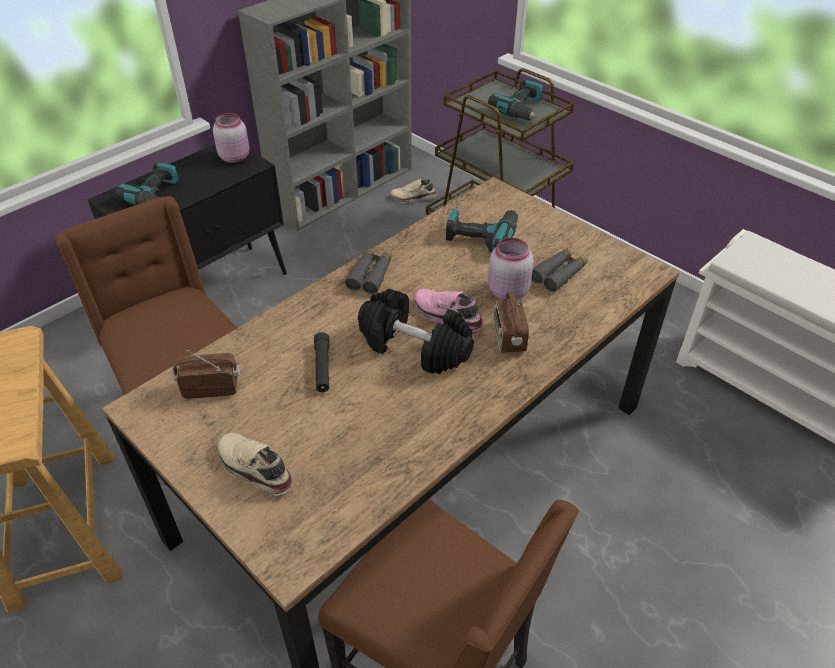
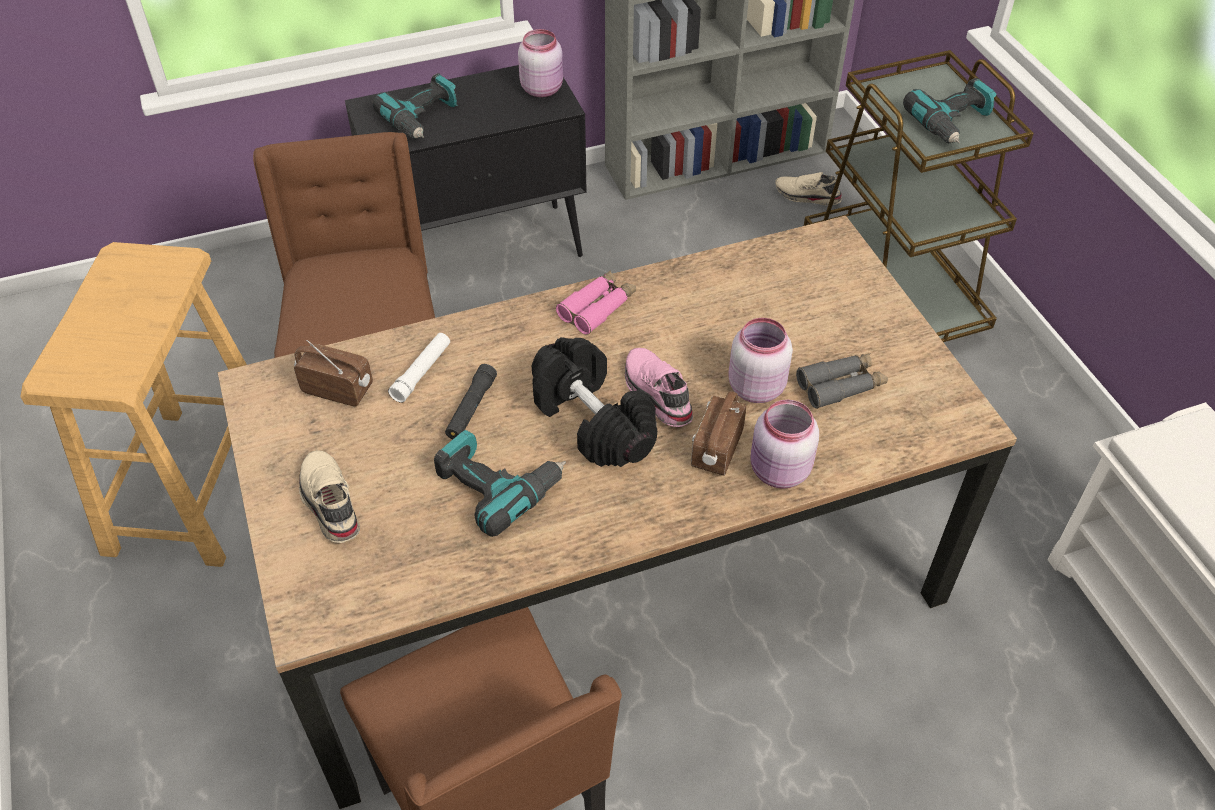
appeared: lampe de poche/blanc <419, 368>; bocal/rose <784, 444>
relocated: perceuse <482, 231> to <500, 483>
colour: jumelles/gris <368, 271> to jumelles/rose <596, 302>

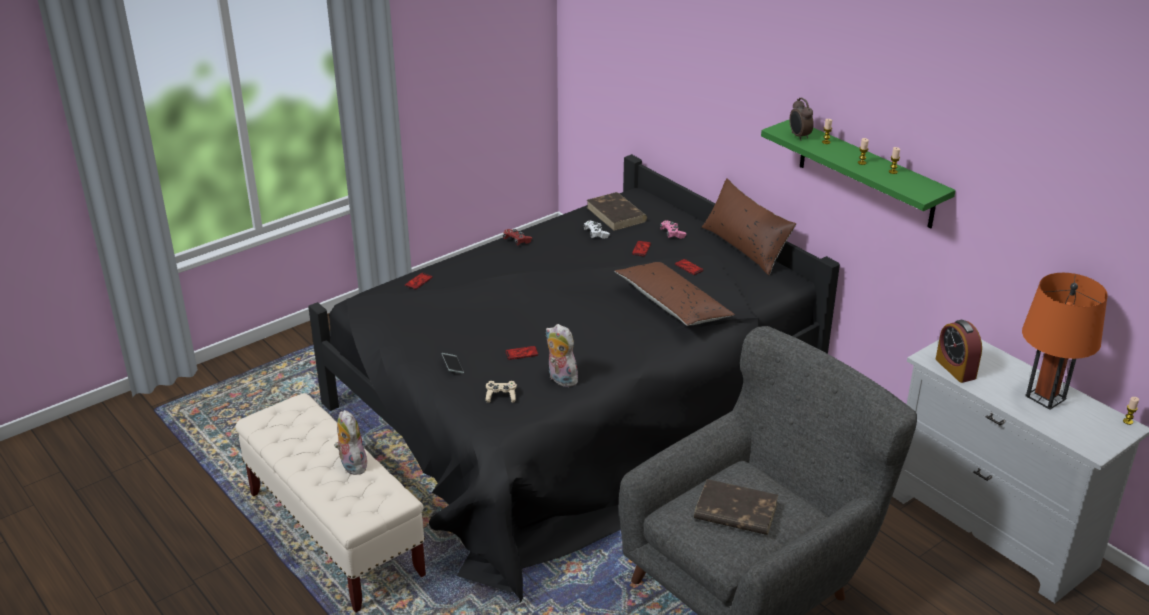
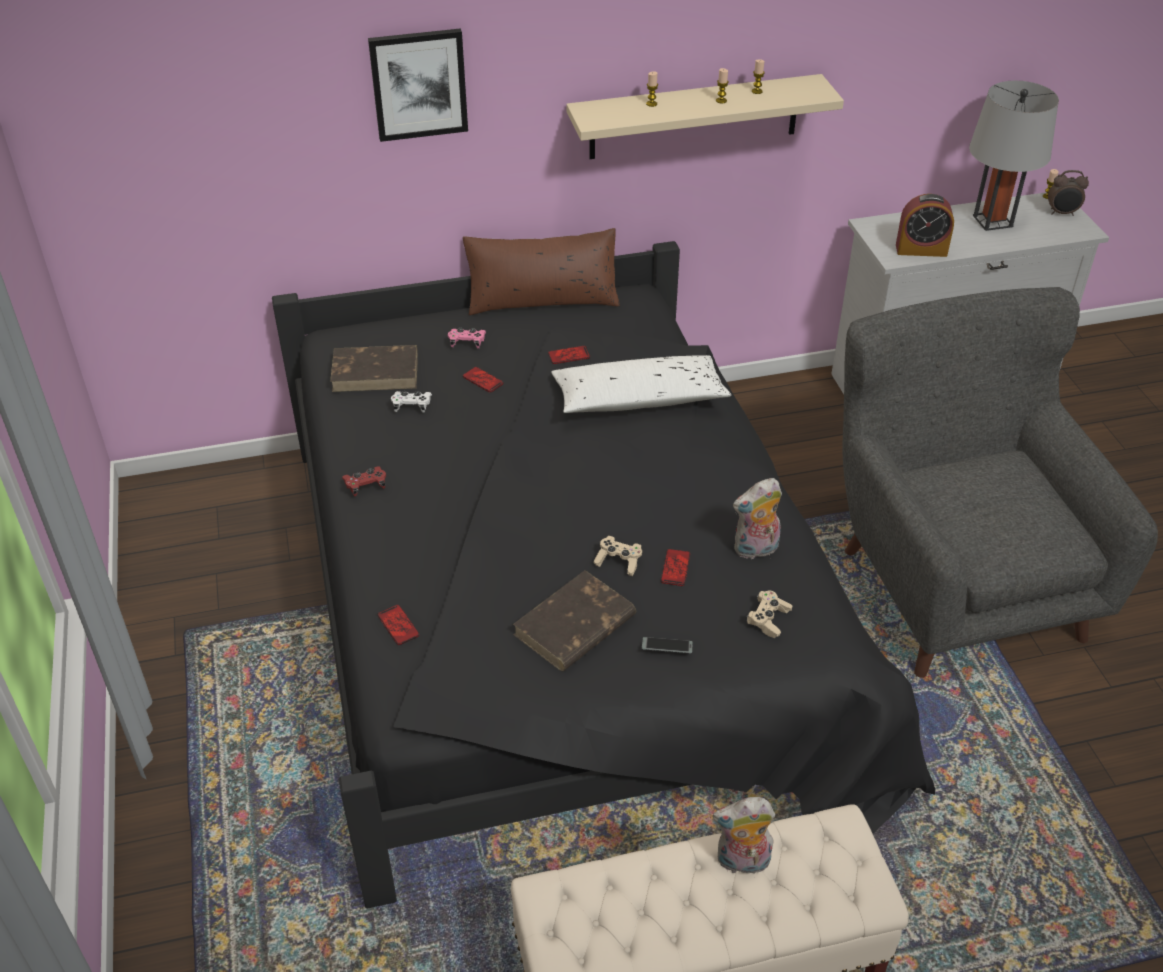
appeared: tableau <418, 85>; manette/beige <617, 556>
relocated: livre/marron <736, 507> to <574, 620>; réveil <801, 119> to <1068, 193>
colour: coussin/marron <674, 294> to coussin/blanc <641, 384>; étagère/vert <858, 174> to étagère/beige <705, 116>; lampe de table/orange <1064, 341> to lampe de table/gris <1014, 156>

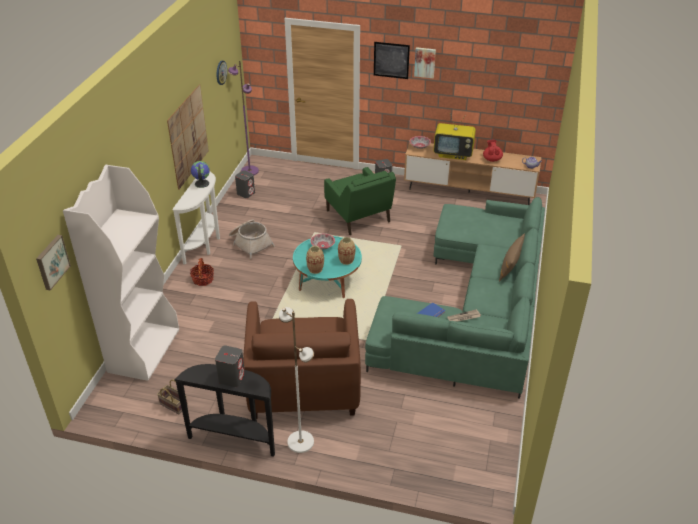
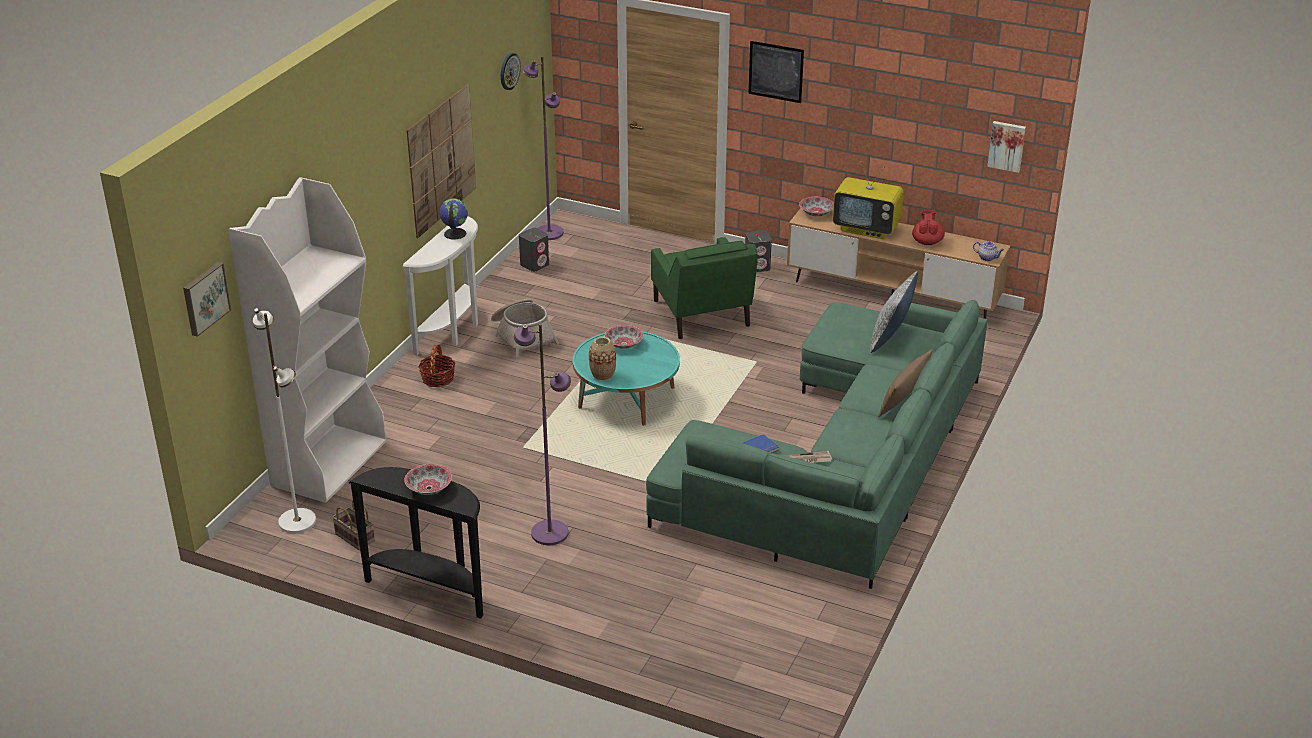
missing: vase <346, 251>
appeared: coussin <894, 312>
relocated: lampadaire/blanc <296, 380> to <284, 420>; tableau <425, 62> to <1006, 147>
exchanged: enceinte/gris <230, 366> to bol <428, 479>; fauteuil/marron <302, 359> to lampadaire/violet <542, 434>

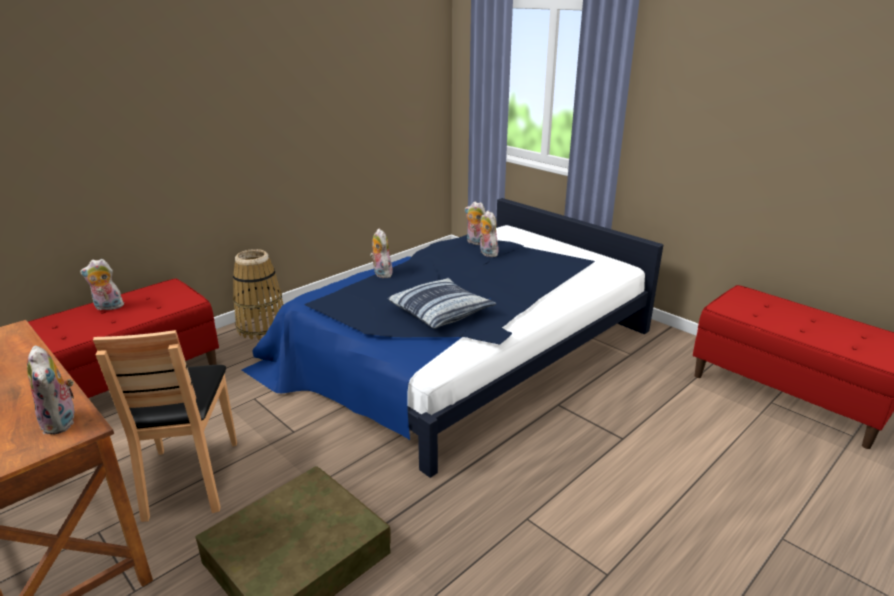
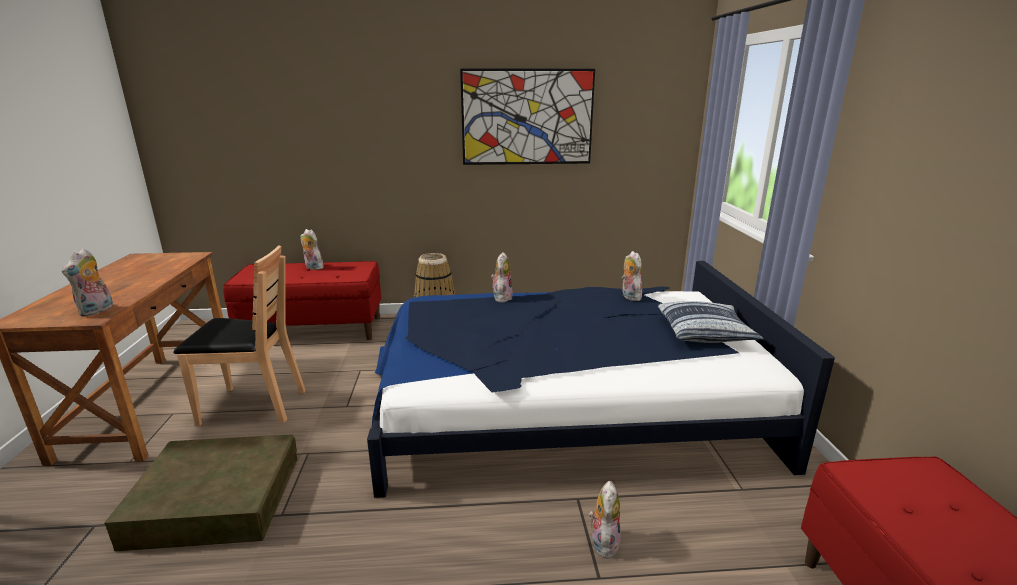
appeared: tableau <527, 116>
relocated: coussin <442, 303> to <711, 322>; peluche <488, 234> to <605, 520>
spun: chaise/marron <165, 426> = <239, 335> 120 degrees counterclockwise

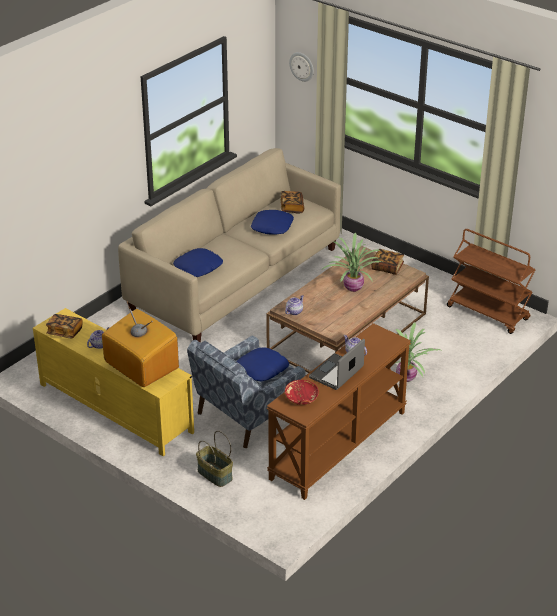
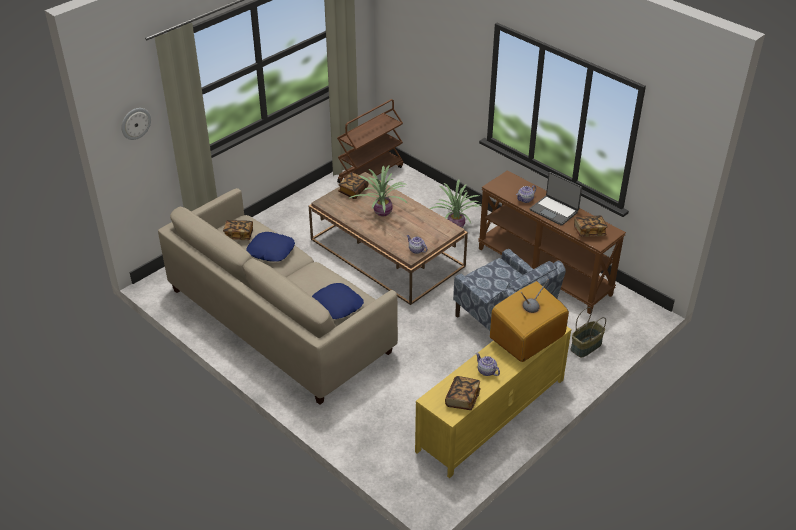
missing: coussin/bleu <262, 364>
exchanged: bol/rouge <302, 392> to livre <591, 226>

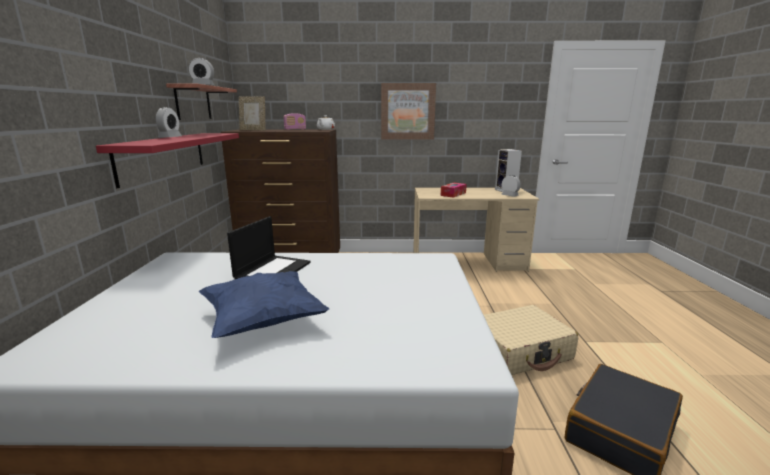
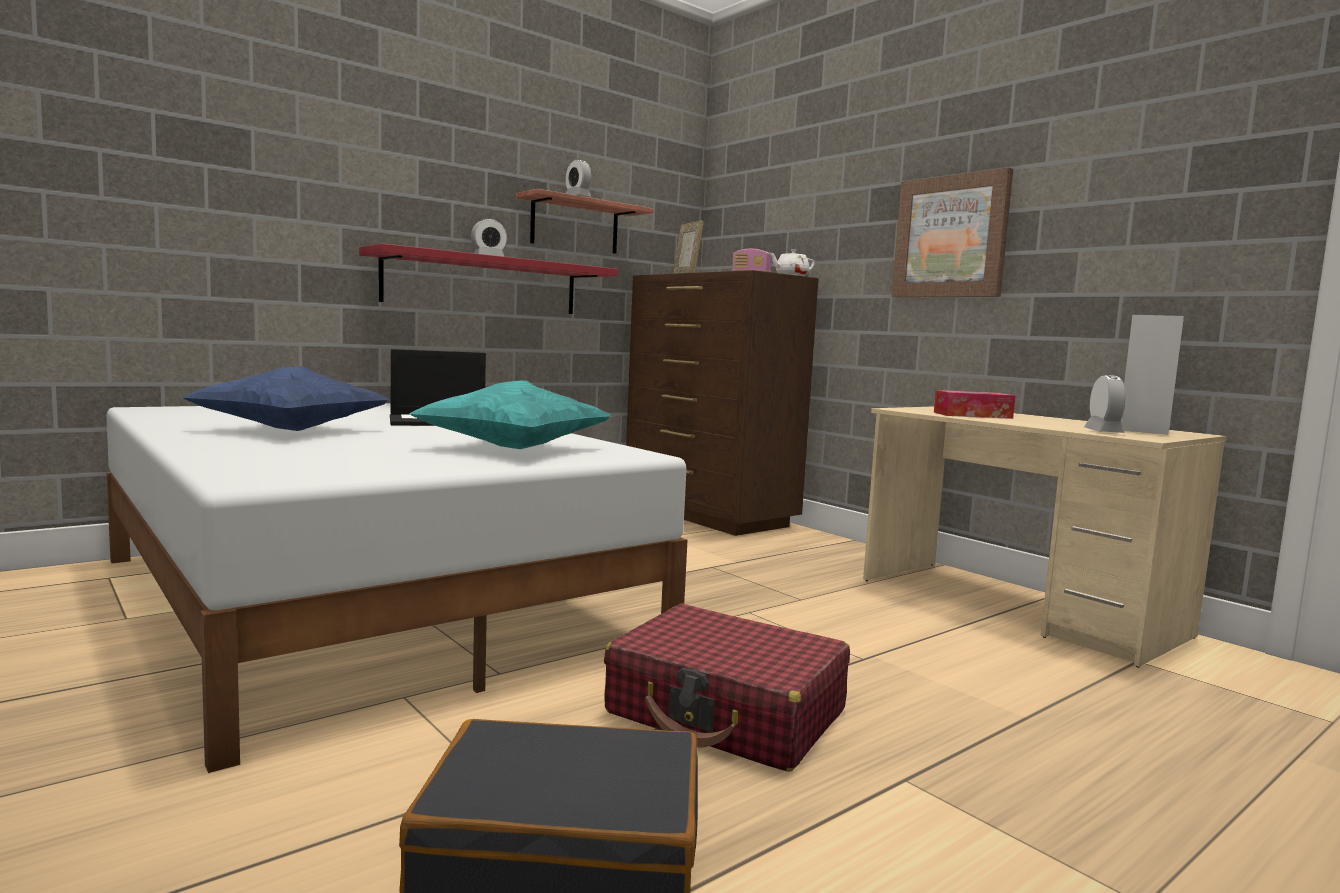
appeared: coussin/turquoise <509, 414>
colour: valise/beige <531, 340> to valise/rouge <727, 688>

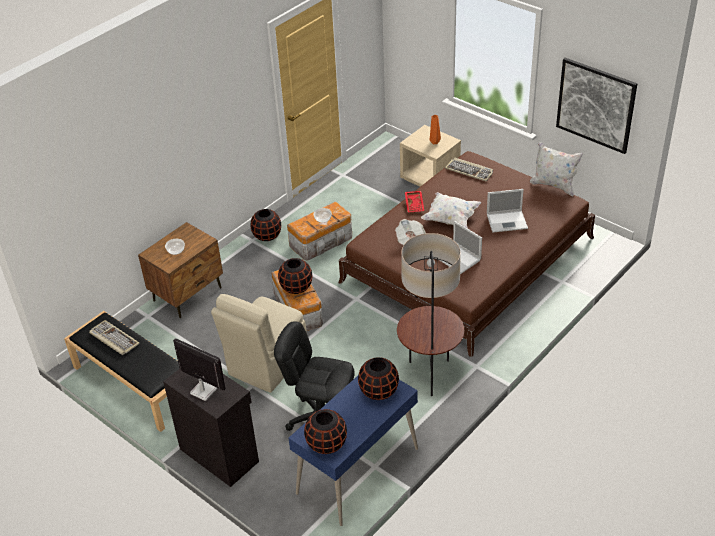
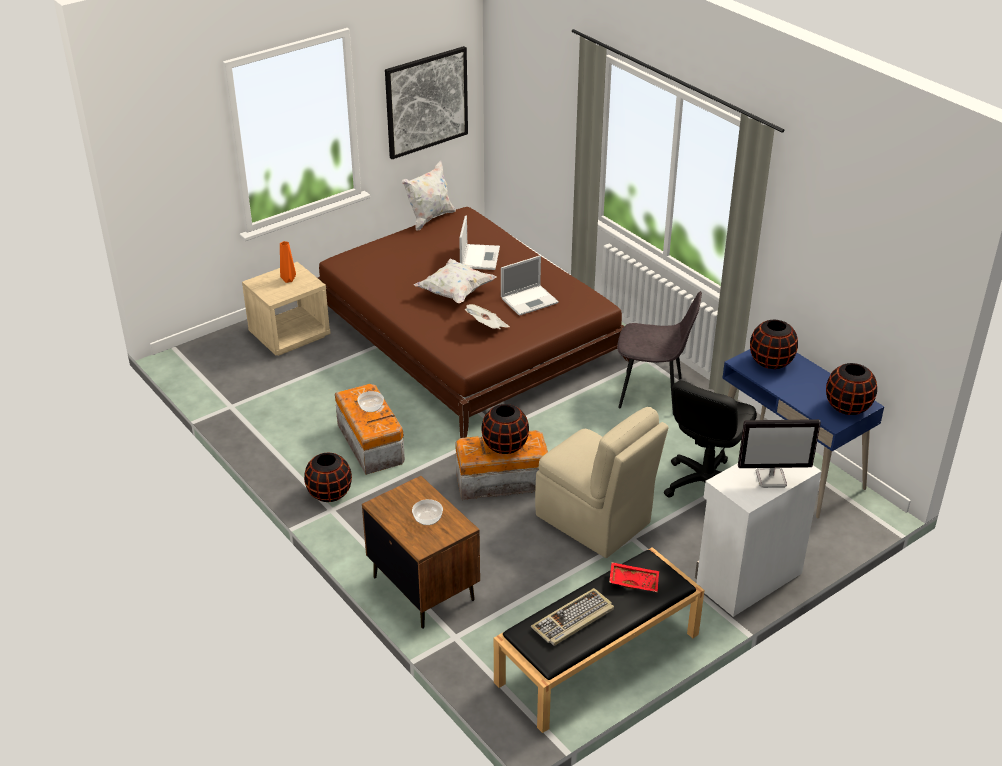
missing: clavier <469, 170>
relocated: plateau/rouge <414, 202> to <634, 577>
exchanged: lampadaire <430, 314> to chaise/gris <659, 353>
colour: meuble de rangement/noir <211, 428> to meuble de rangement/blanc <758, 540>
spun: écran d'ordinateur <199, 369> = <779, 453> 135 degrees counterclockwise

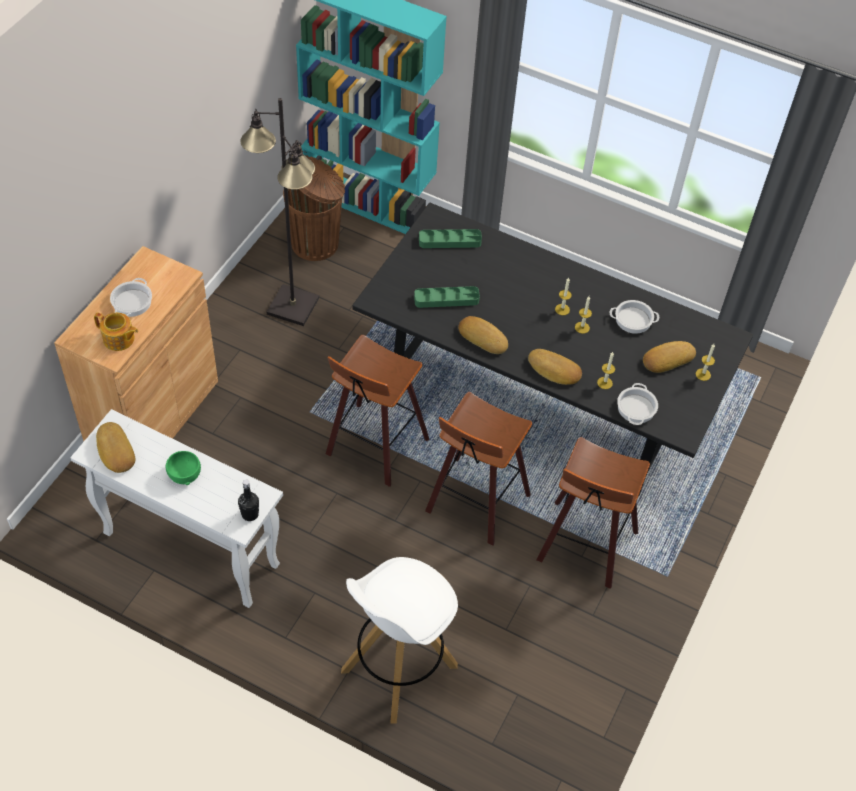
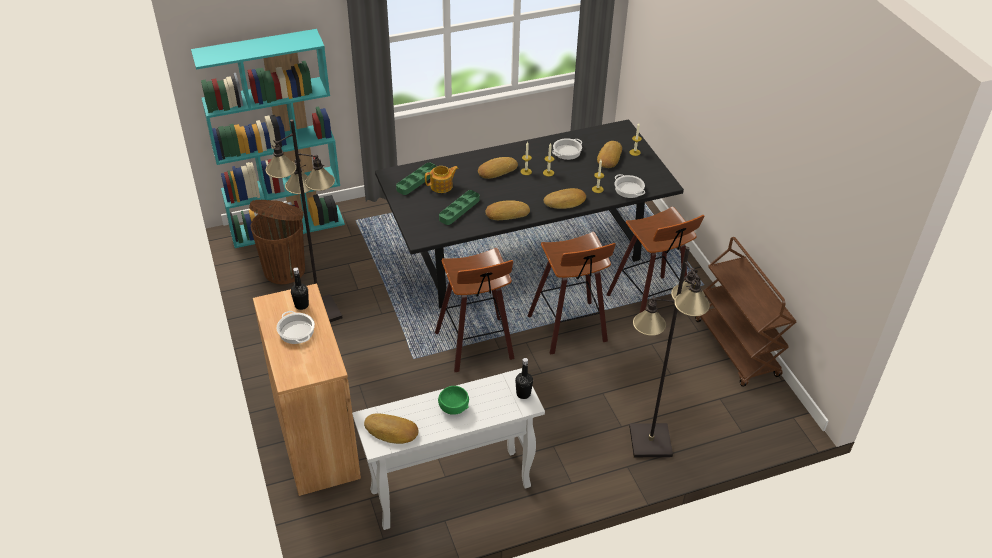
appeared: bouteille/noir <300, 288>; pain <498, 168>; chariot/marron <745, 312>
relocated: théière <116, 331> to <441, 179>
exchanged: tabouret/blanc <399, 640> to lampadaire/noir <669, 352>

